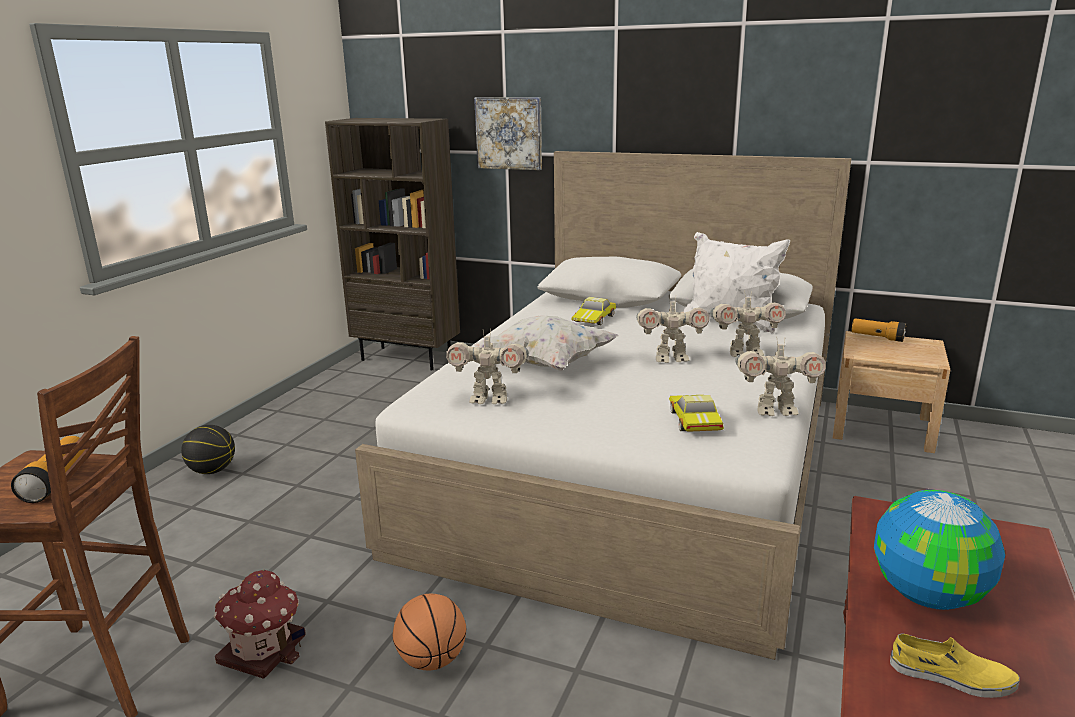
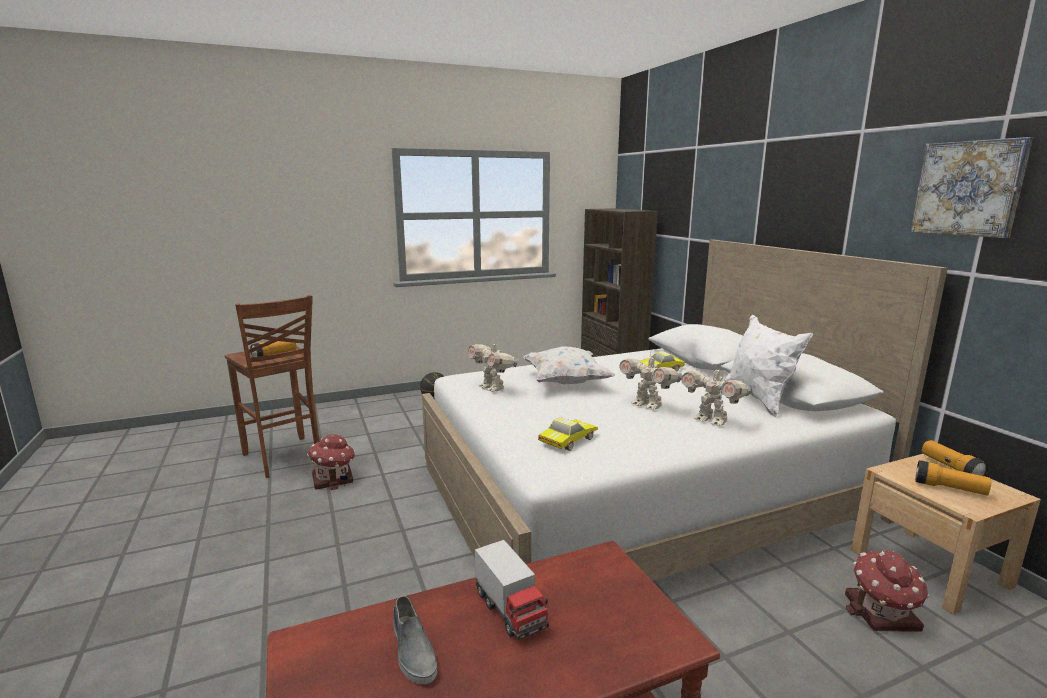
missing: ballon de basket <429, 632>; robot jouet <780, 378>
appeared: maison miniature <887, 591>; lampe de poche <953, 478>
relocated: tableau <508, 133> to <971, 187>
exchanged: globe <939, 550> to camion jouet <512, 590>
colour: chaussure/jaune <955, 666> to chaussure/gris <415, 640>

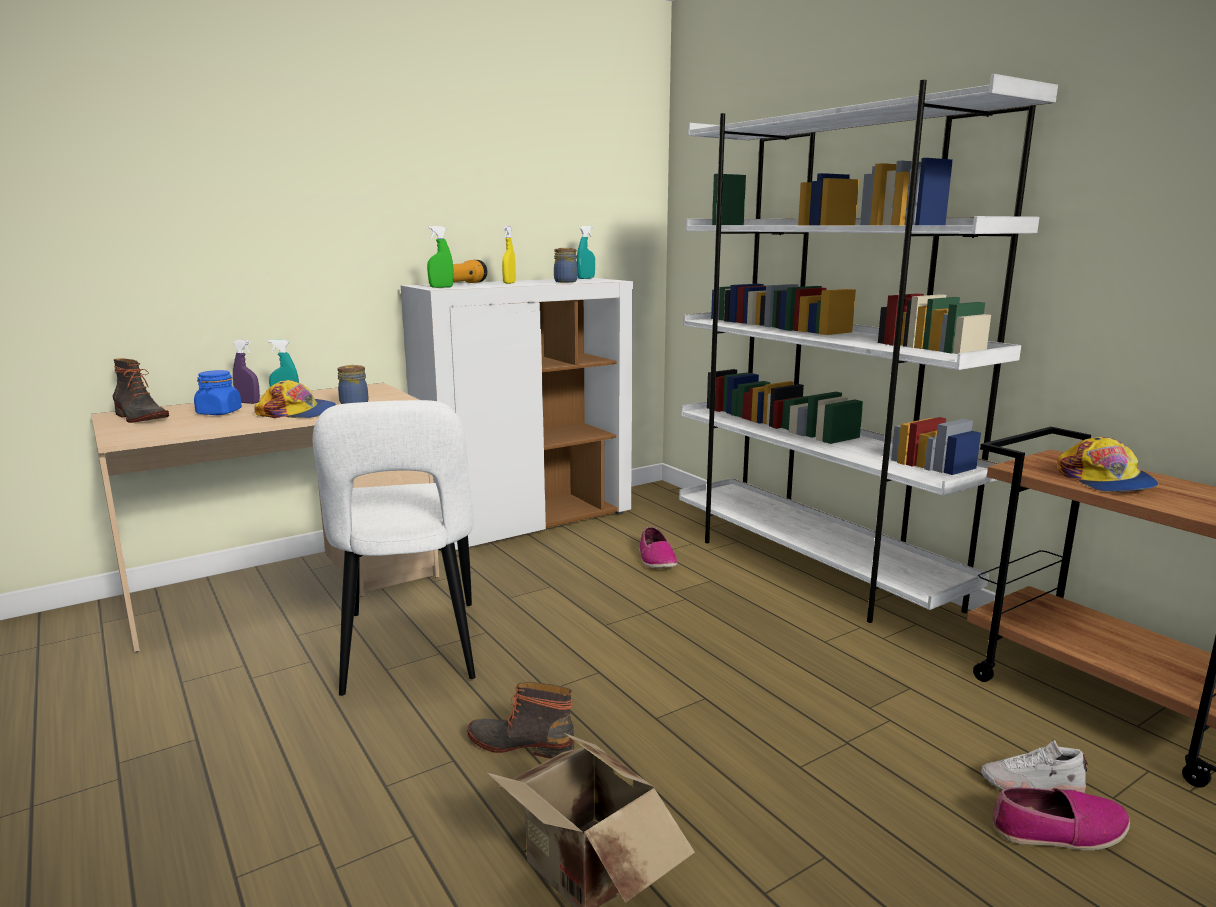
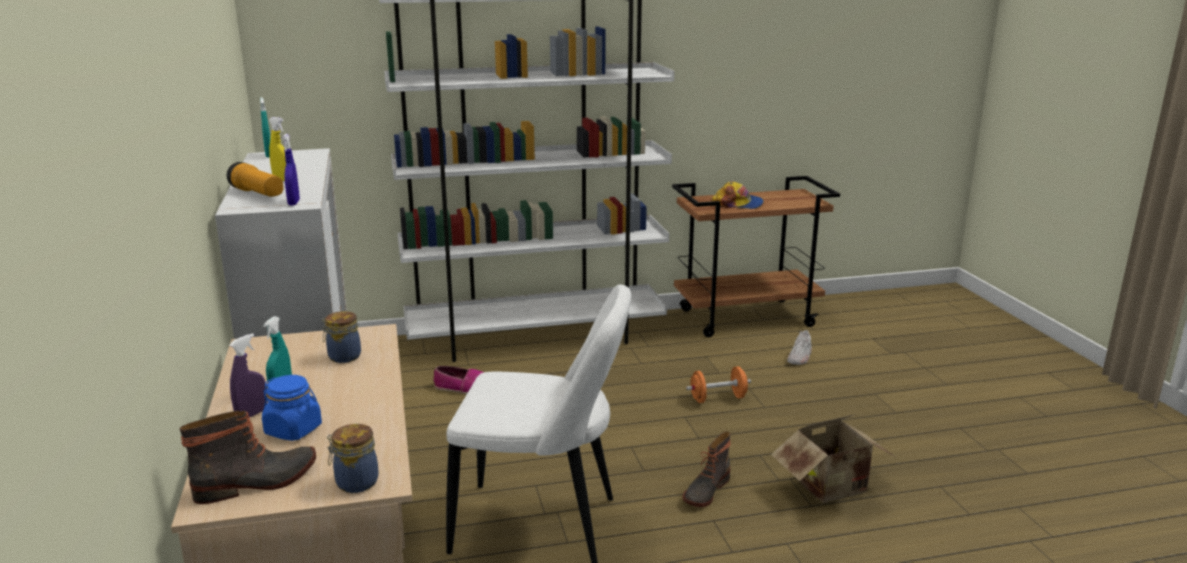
missing: casquette <295, 399>; chaussure <1061, 819>
appeared: haltère/orange <718, 384>
relocated: bocal <566, 265> to <353, 458>
colour: vaporisateur/vert <440, 257> to vaporisateur/bleu <291, 169>

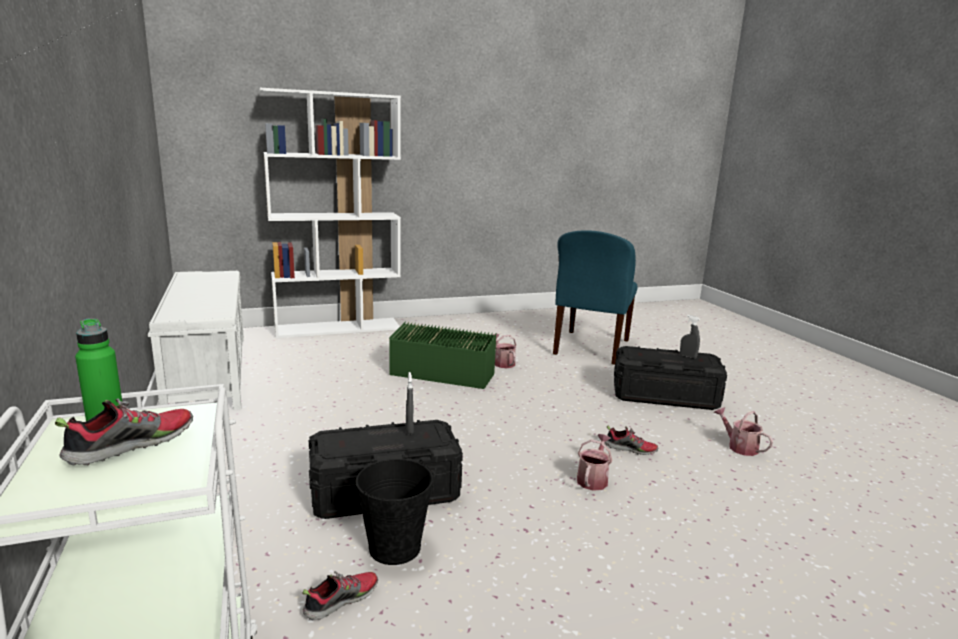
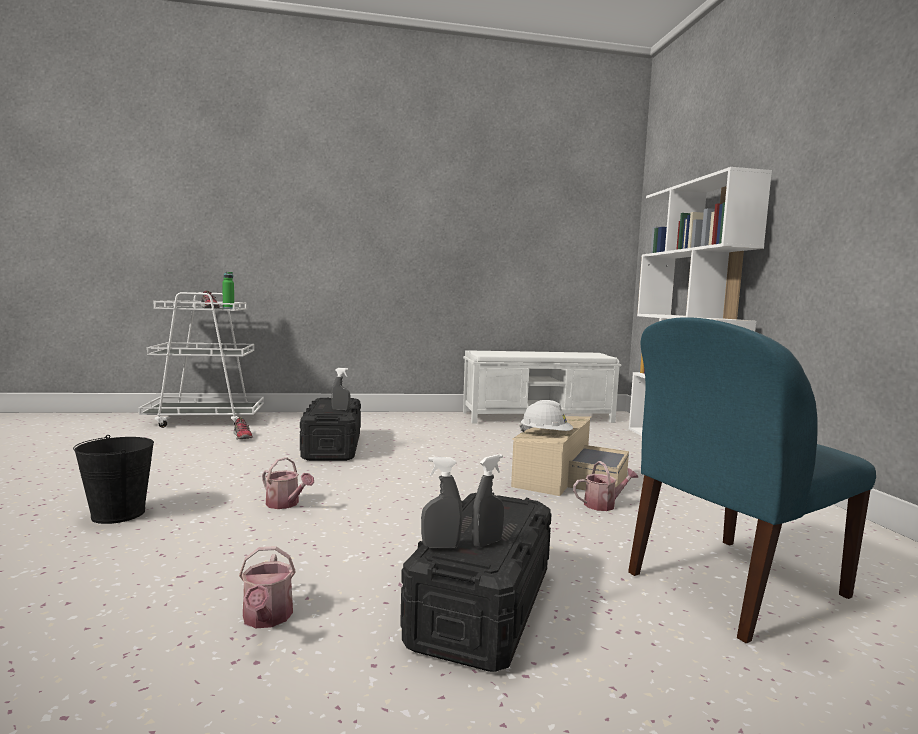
missing: chaussure <631, 440>
appeared: vaporisateur/gris <441, 502>; casque de chantier/blanc <546, 416>
relocated: seau/noir <395, 512> to <113, 479>
colour: boîte de rangement/vert <442, 355> to boîte de rangement/beige <570, 456>
spun: chaise/bleu <595, 297> = <752, 480> 60 degrees counterclockwise; arrosoir <743, 431> = <267, 587> 105 degrees clockwise

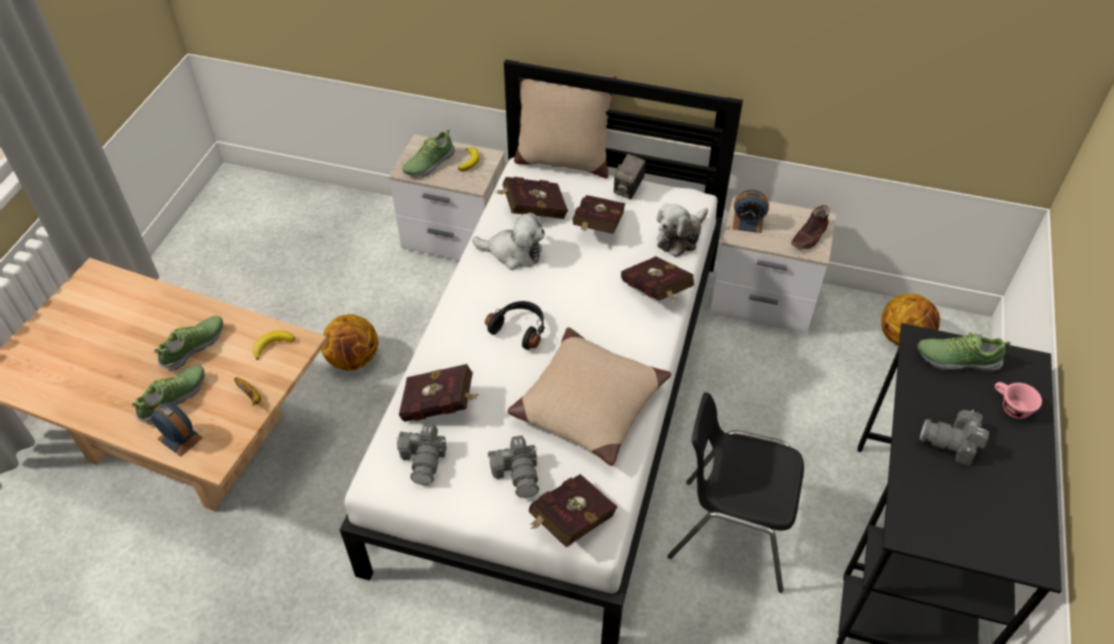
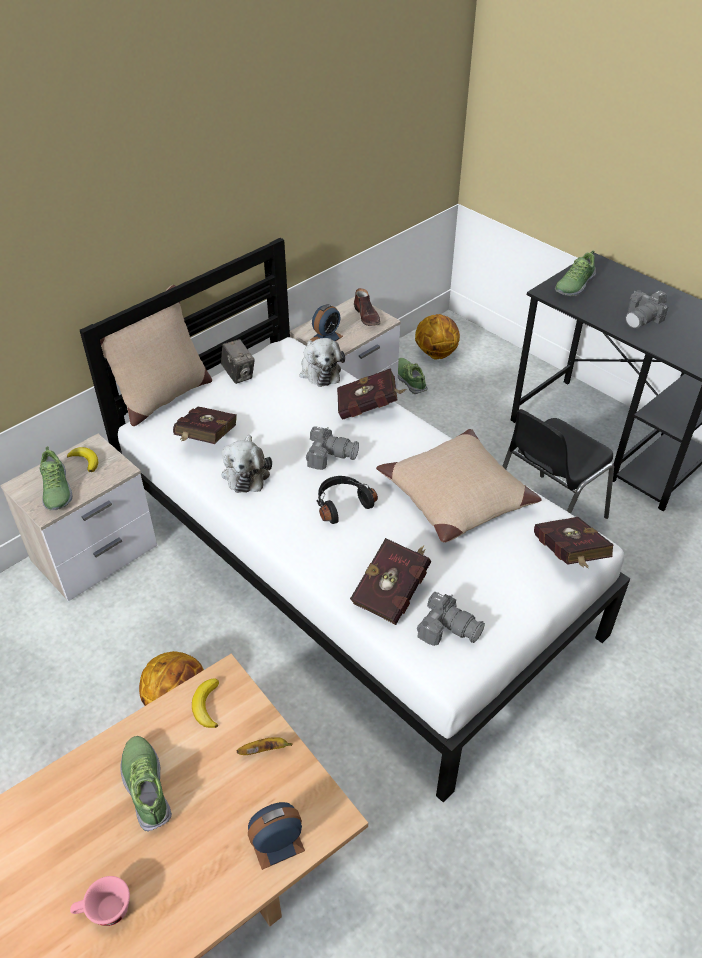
missing: livre/rouge <599, 214>
relocated: chaussure <168, 395> to <413, 376>; appareil photo <513, 467> to <332, 448>; tasse/rose <1018, 400> to <100, 901>
spun: peluche <508, 241> = <246, 464> 135 degrees clockwise

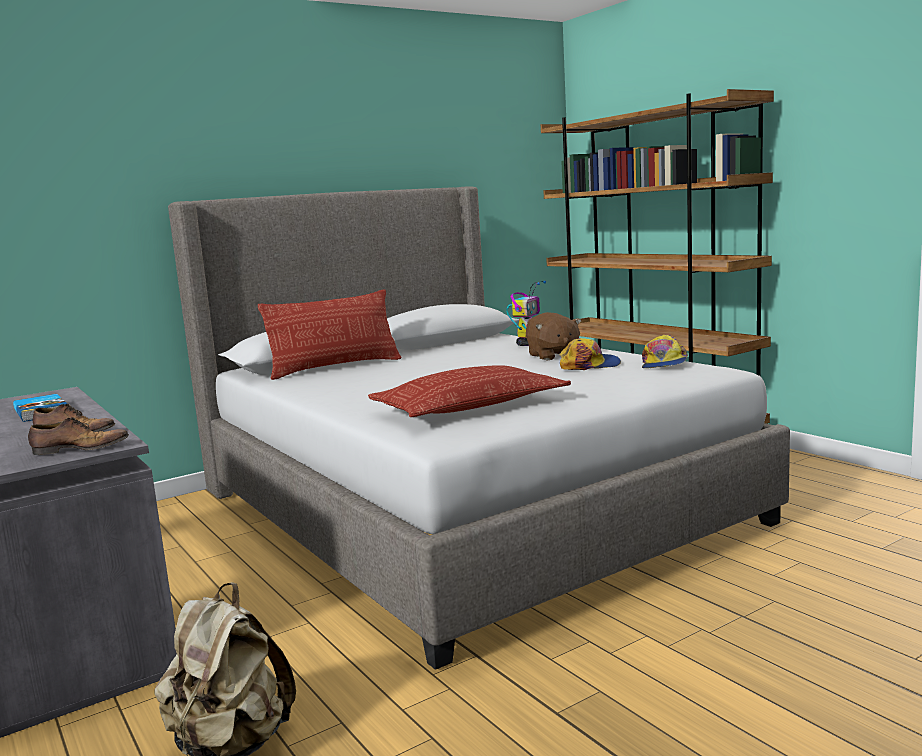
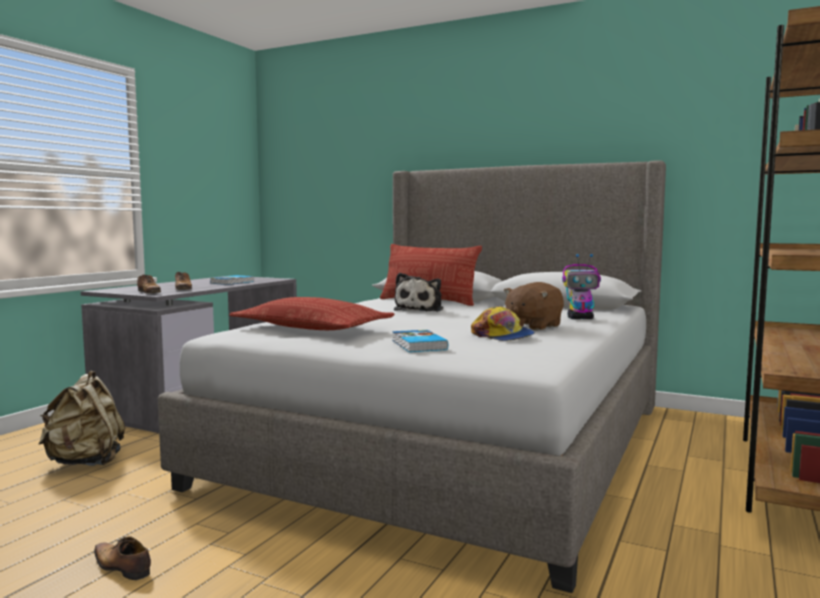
missing: casquette <665, 351>
appeared: chaussure <122, 558>; livre <420, 341>; peluche <418, 292>

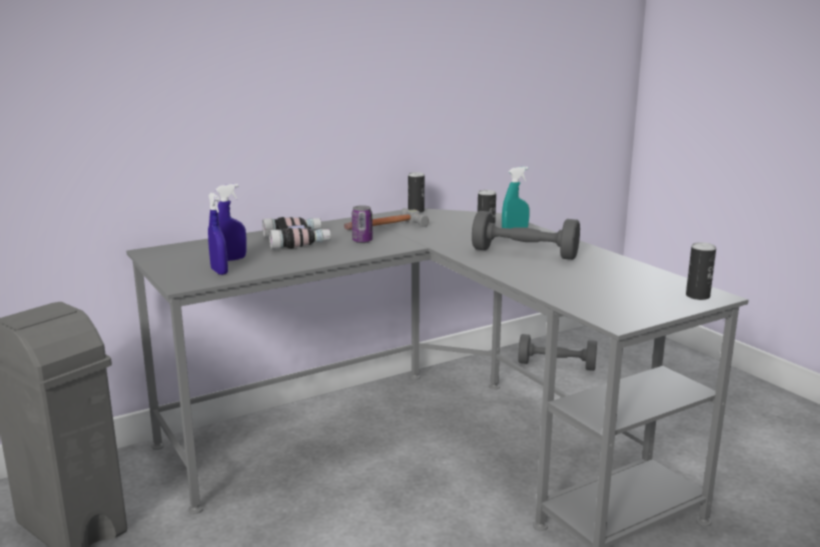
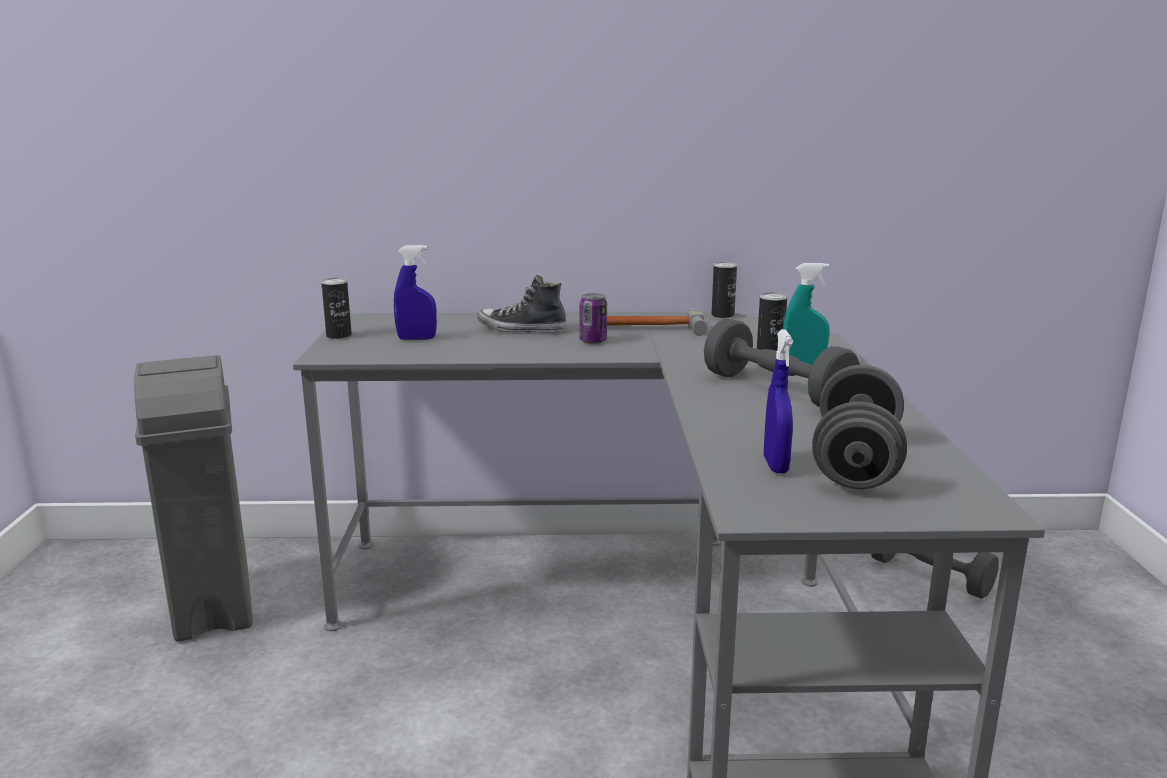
appeared: haltère/gris <859, 427>
relocated: vaporisateur/bleu <218, 234> to <778, 401>; boîte métallique <701, 271> to <336, 308>
exchanged: jumelles <296, 233> to chaussure <522, 304>

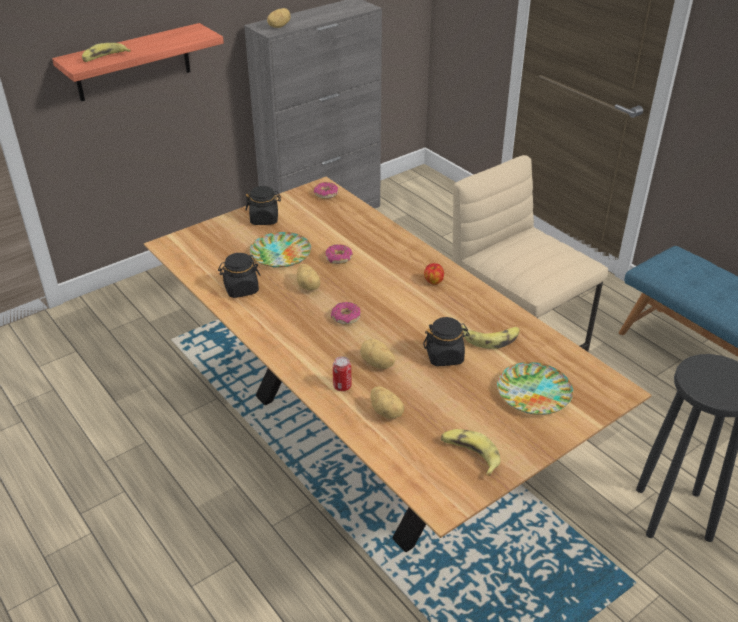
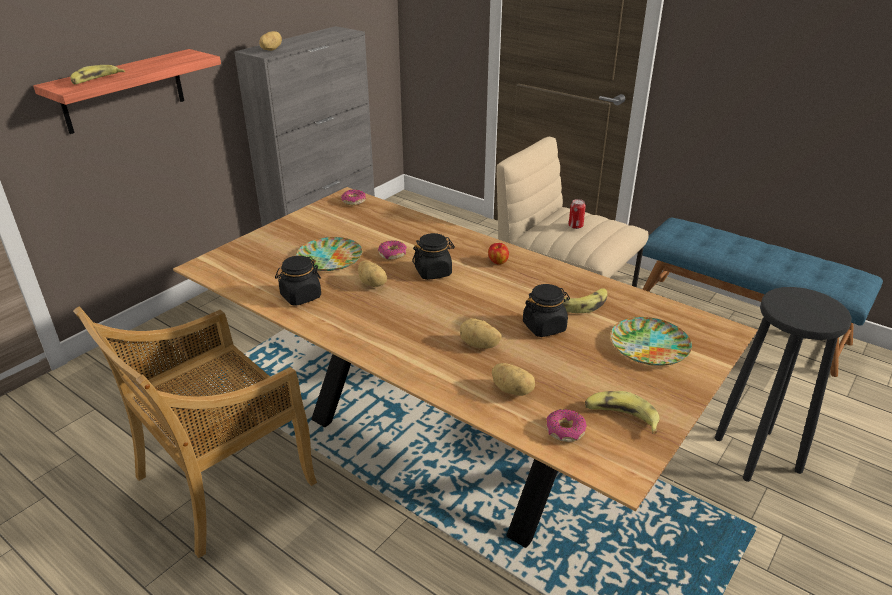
appeared: chaise/beige <195, 432>
relocated: bocal/noir <263, 205> to <433, 256>; beignet <346, 313> to <566, 425>; boîte métallique <342, 373> to <577, 214>

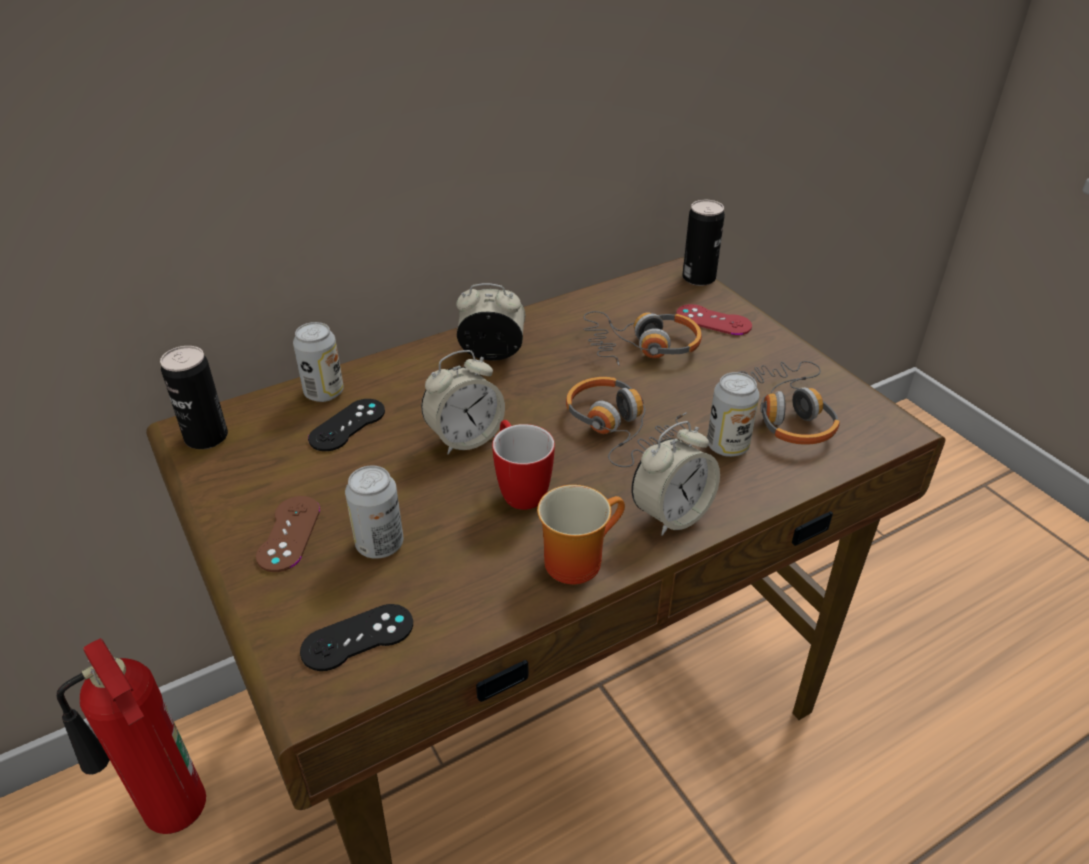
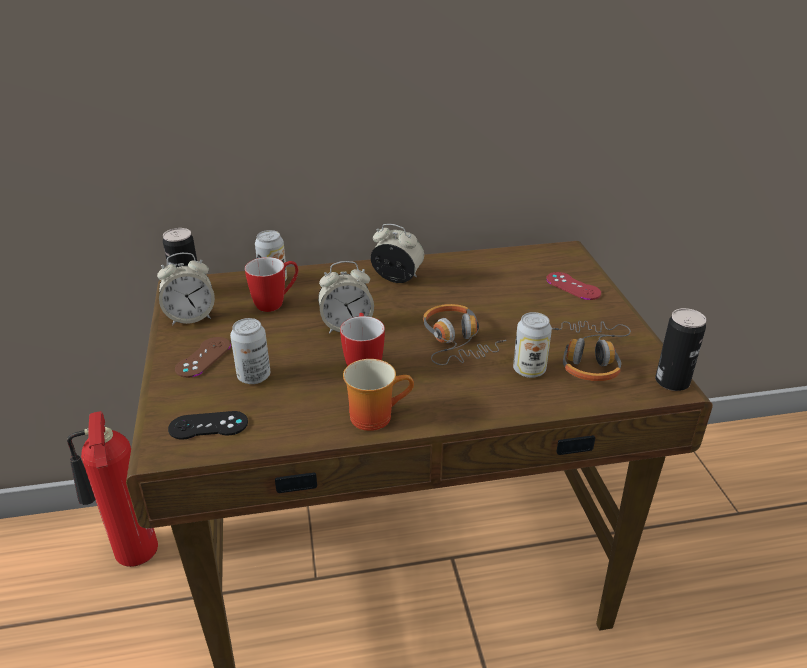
missing: casque audio <642, 338>
relocated: réveil <675, 478> to <186, 289>; boîte métallique <703, 243> to <680, 349>
exchanged: manette/noir <346, 425> to mug <271, 284>

